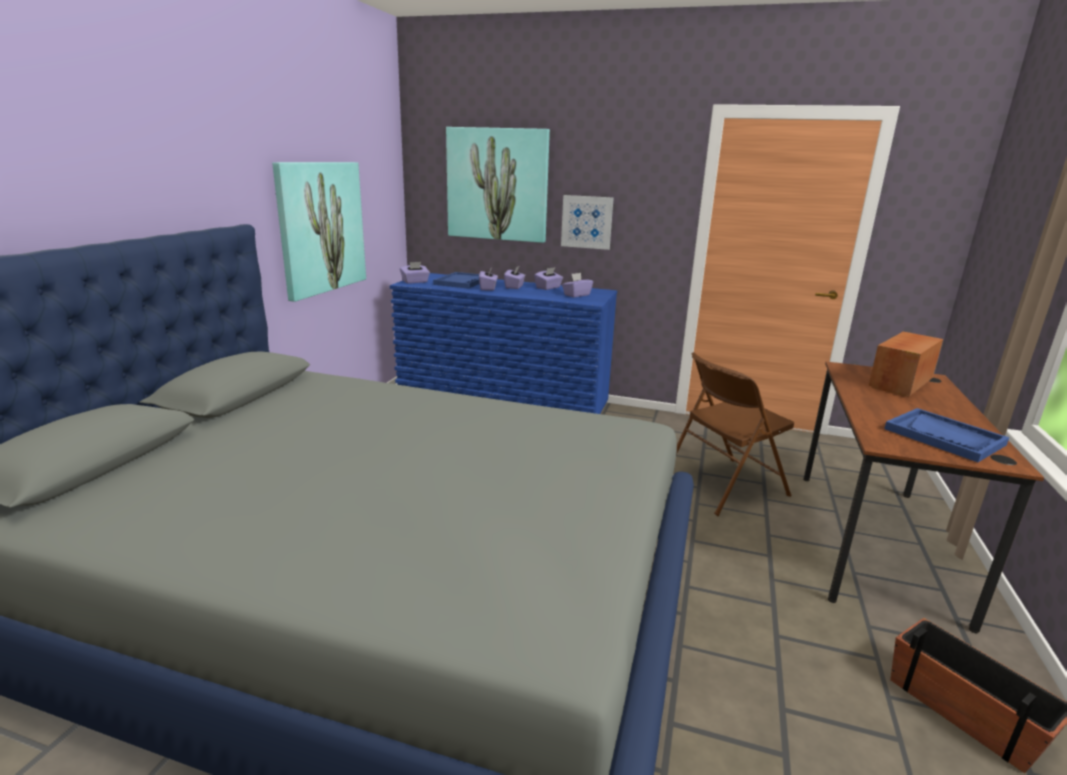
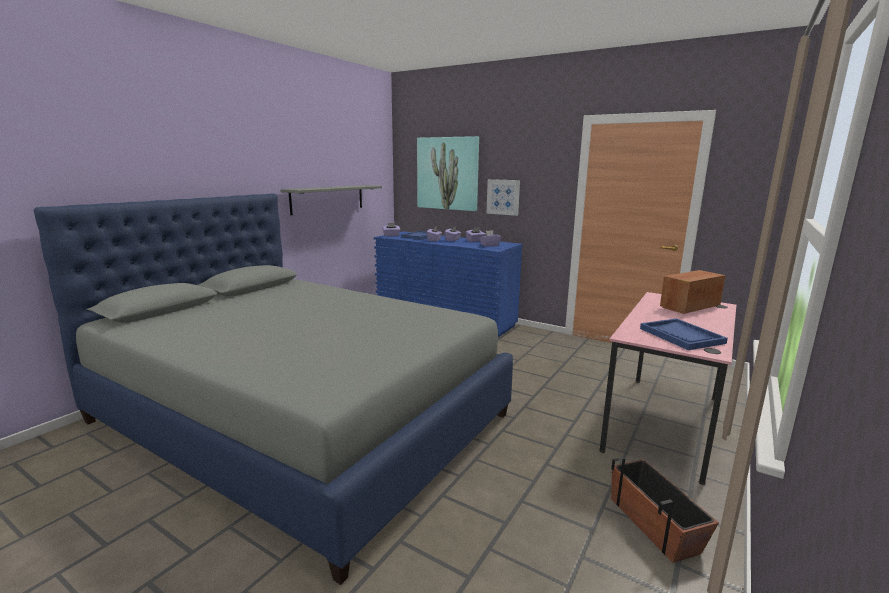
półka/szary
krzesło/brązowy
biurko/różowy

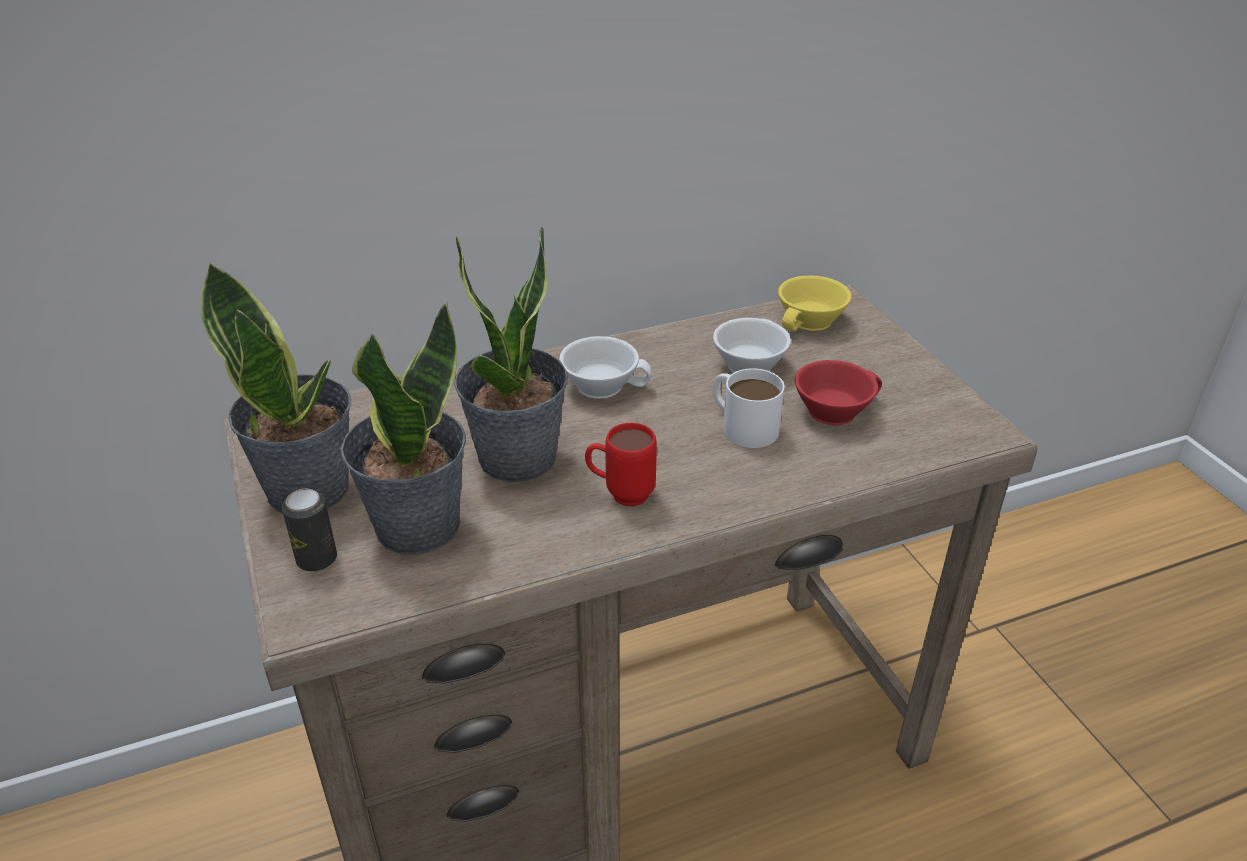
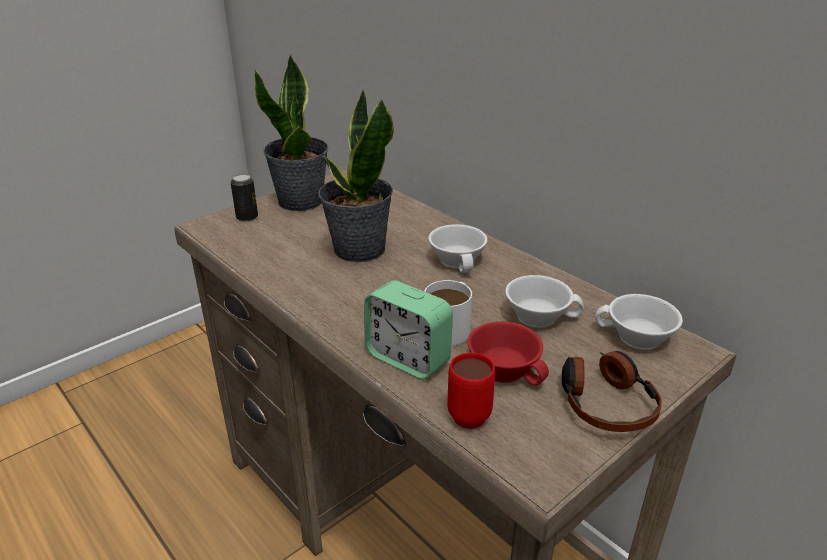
filiżanka/biały (3rd from left)
roślina doniczkowa (2nd from left in the first image)
kubek/czerwony
budzik
słuchawki

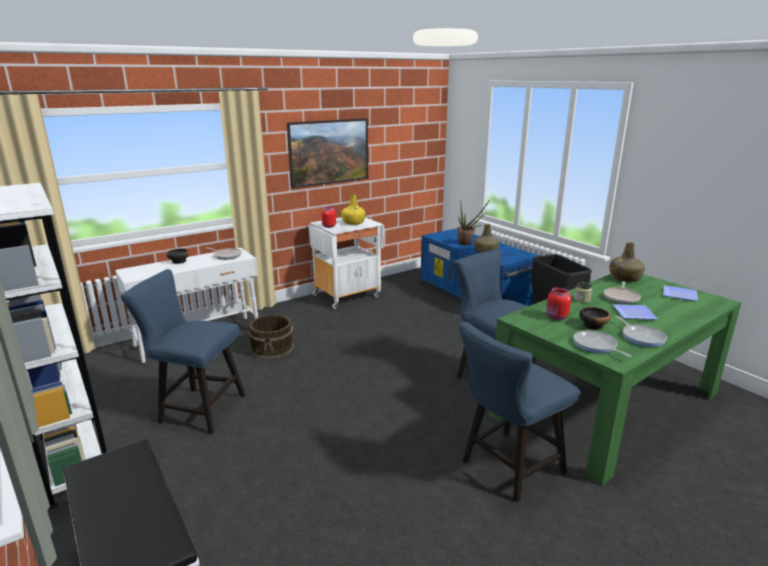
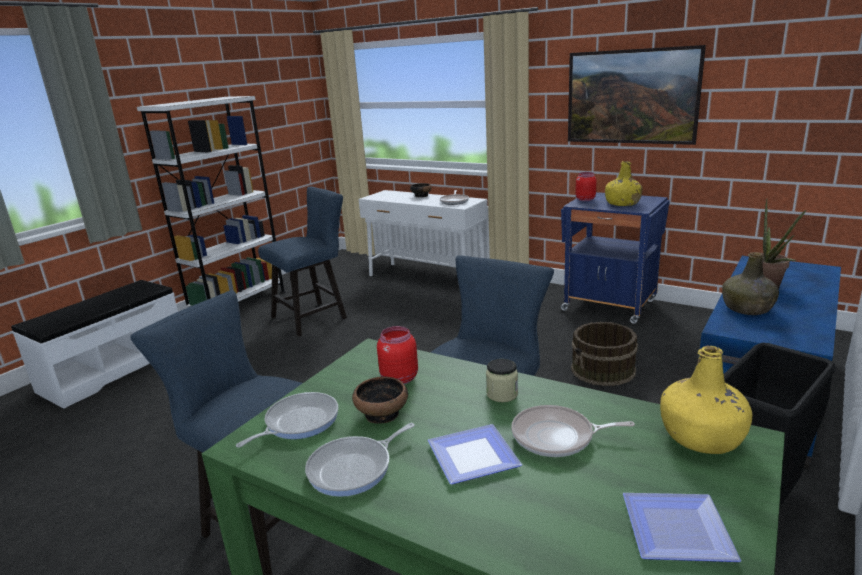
wózek/niebieski
butelka/żółty (2nd from left)
krzesło/niebieski (2nd from left)
wiadro/brązowy

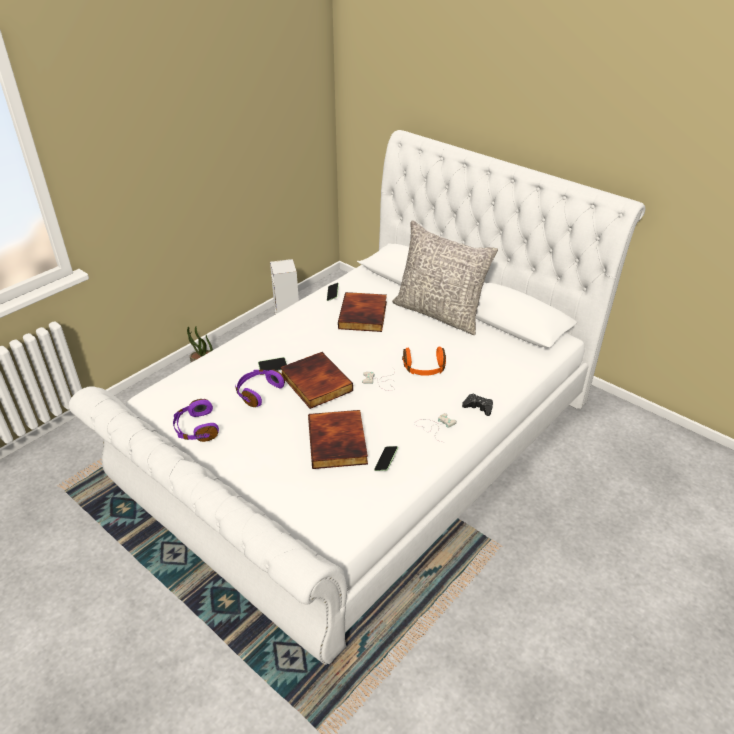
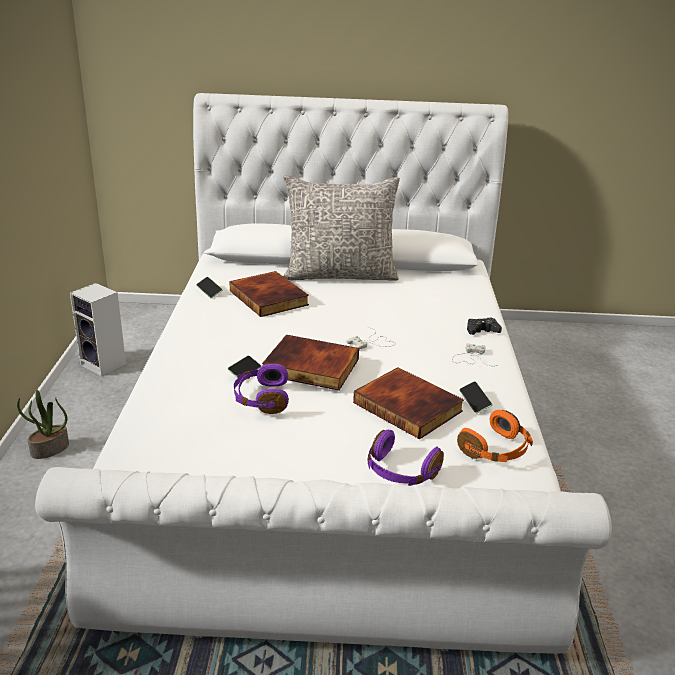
słuchawki/pomarańczowy
słuchawki/fioletowy (2nd from left)

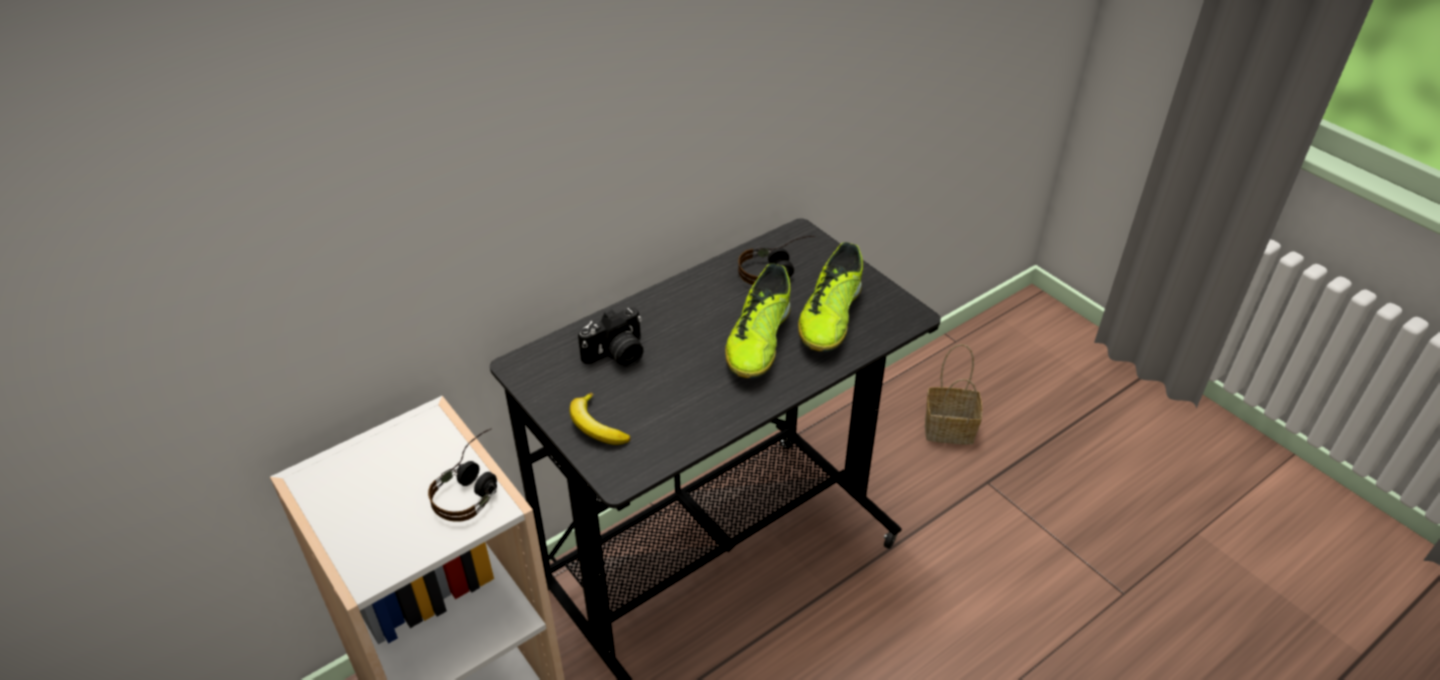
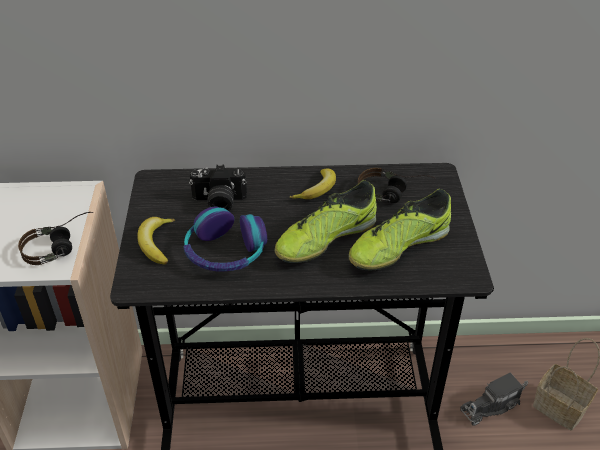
banan (2nd from left)
słuchawki (2nd from left)
ciężarówka zabawkowa

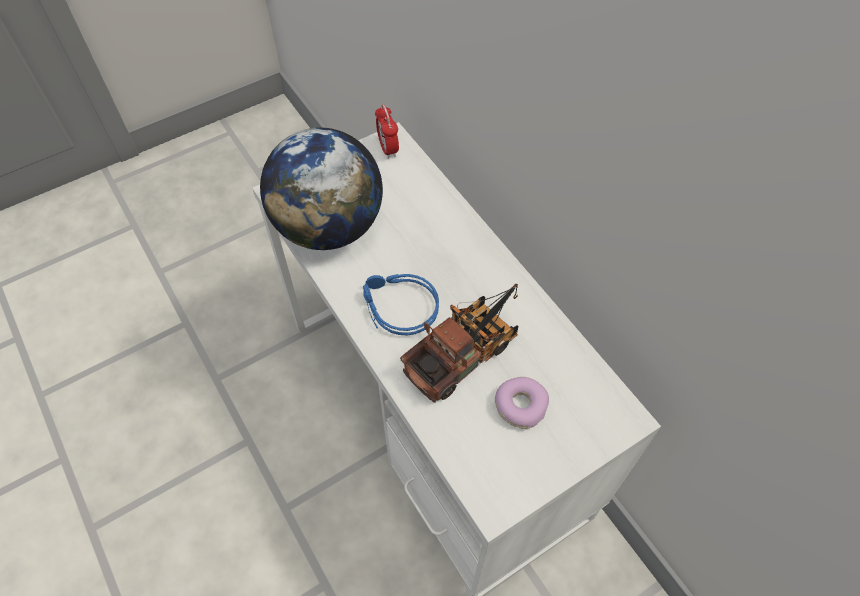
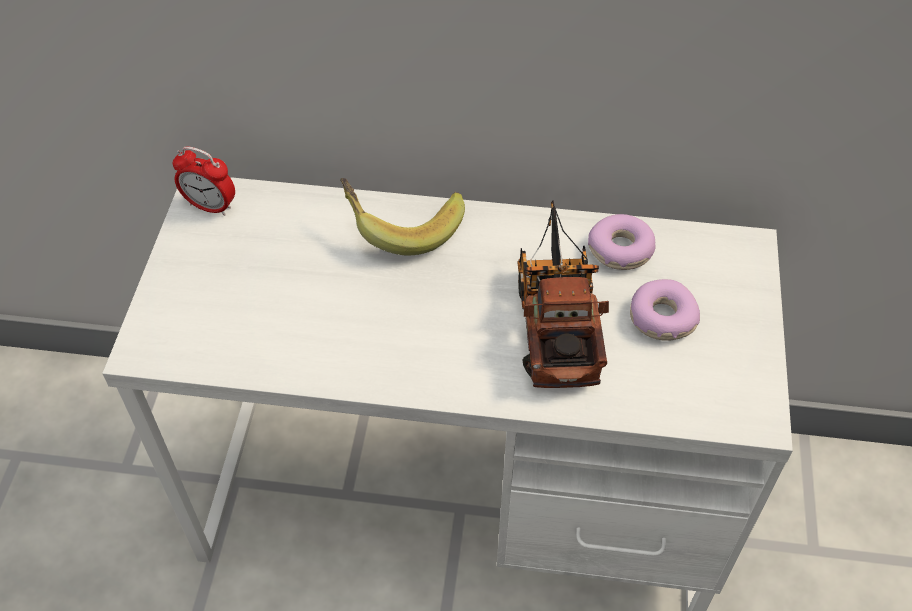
globus
słuchawki/niebieski
banan
donut (1st from left)

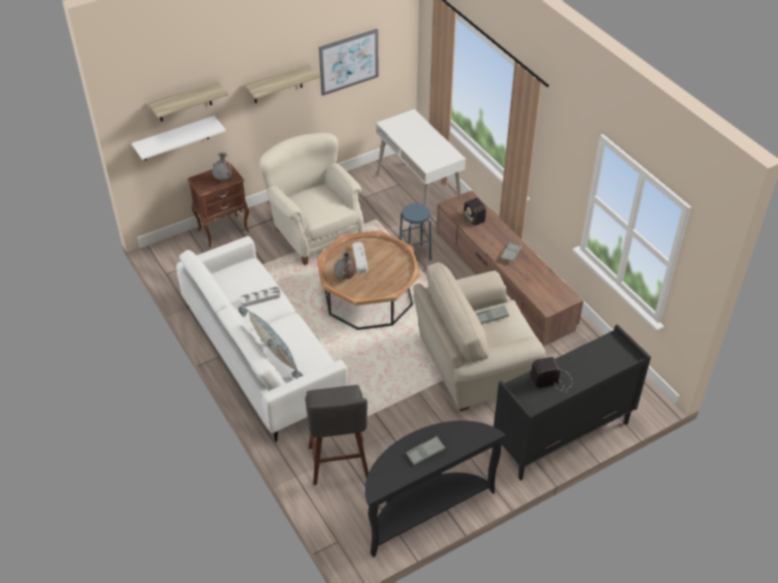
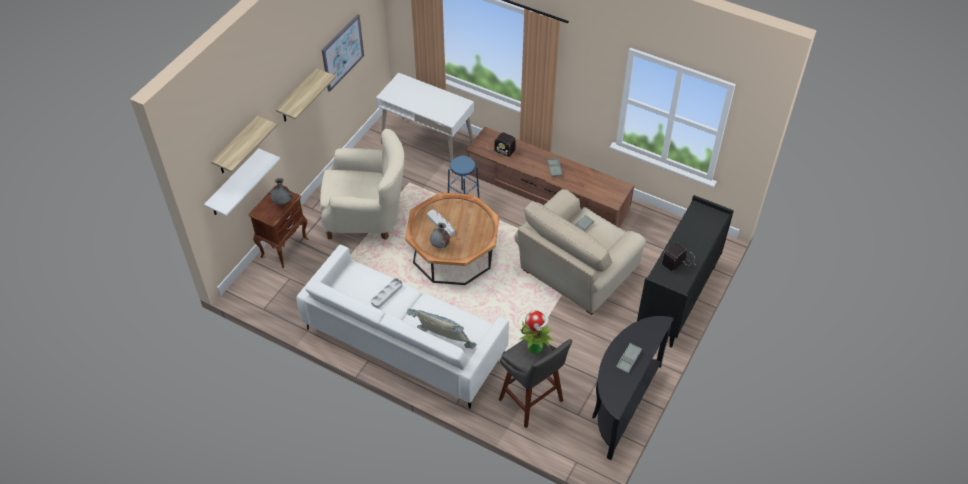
fotel/beżowy (1st from left)
roślina doniczkowa

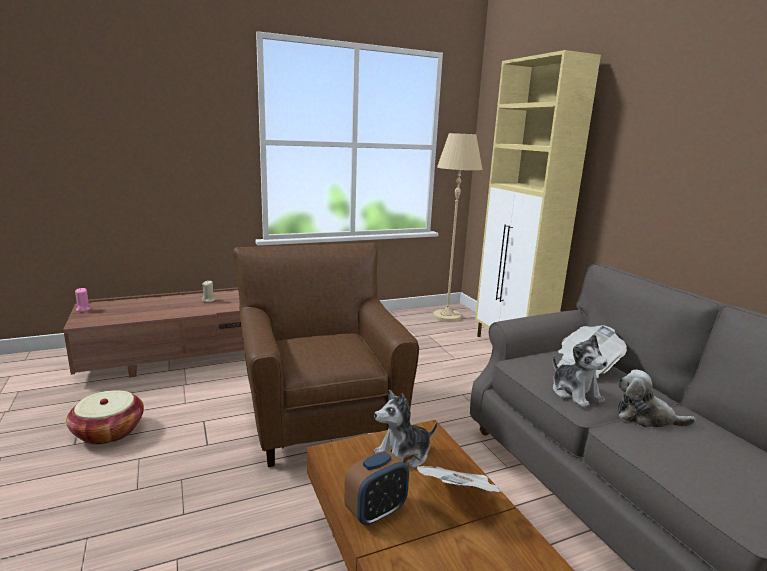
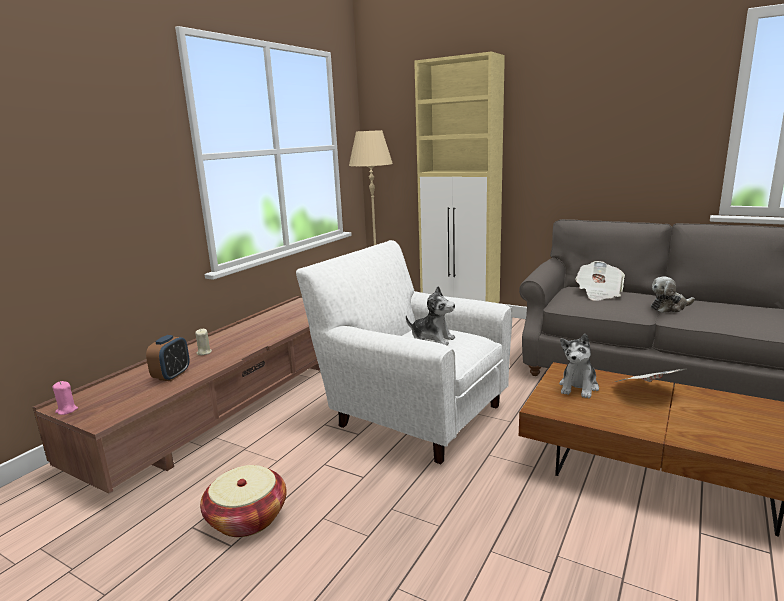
fotel/biały
pluszak (1st from left)
budzik

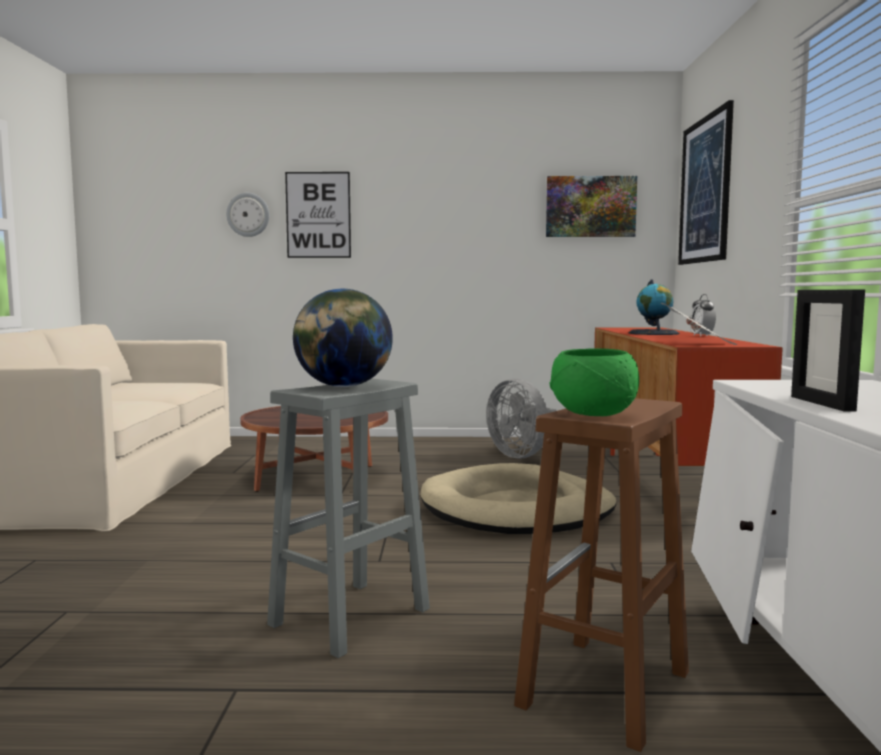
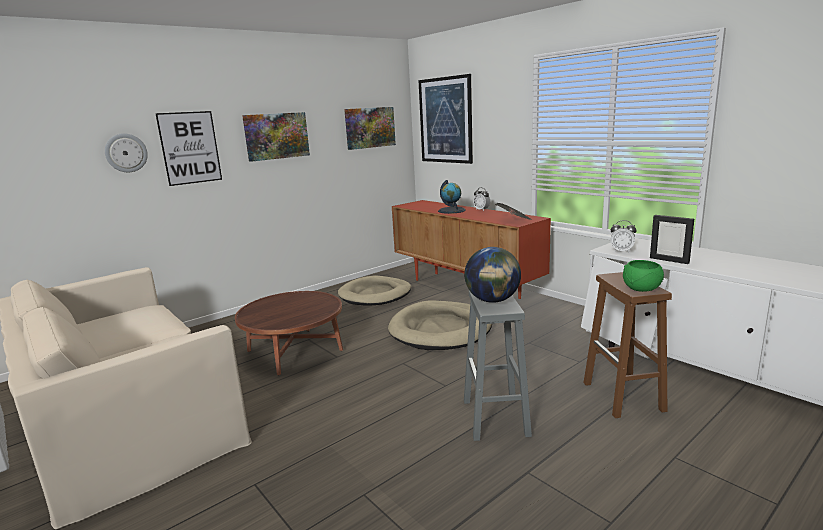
legowisko/beżowy (1st from left)
obraz (2nd from left)
budzik (2nd from left)

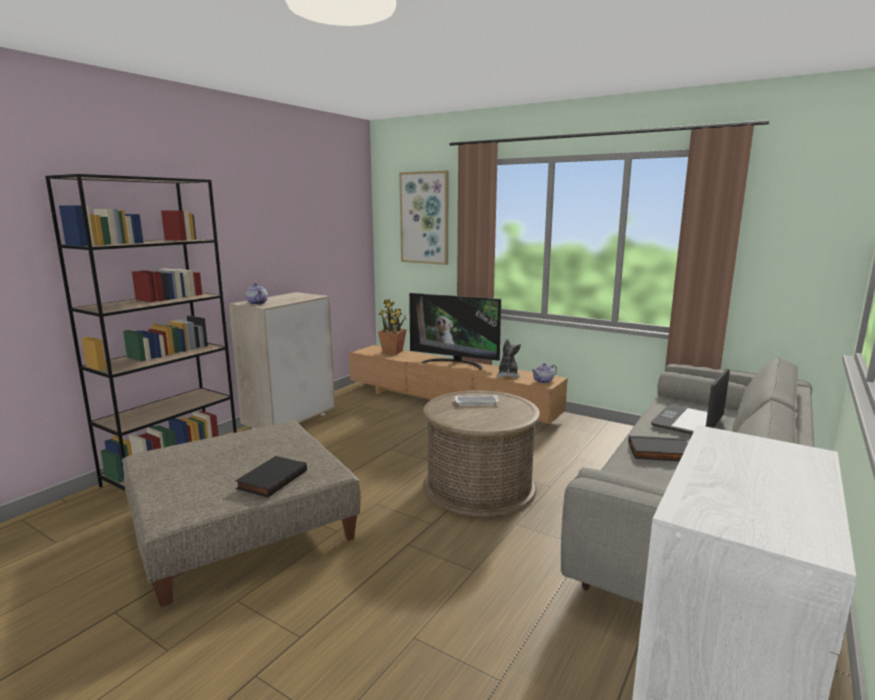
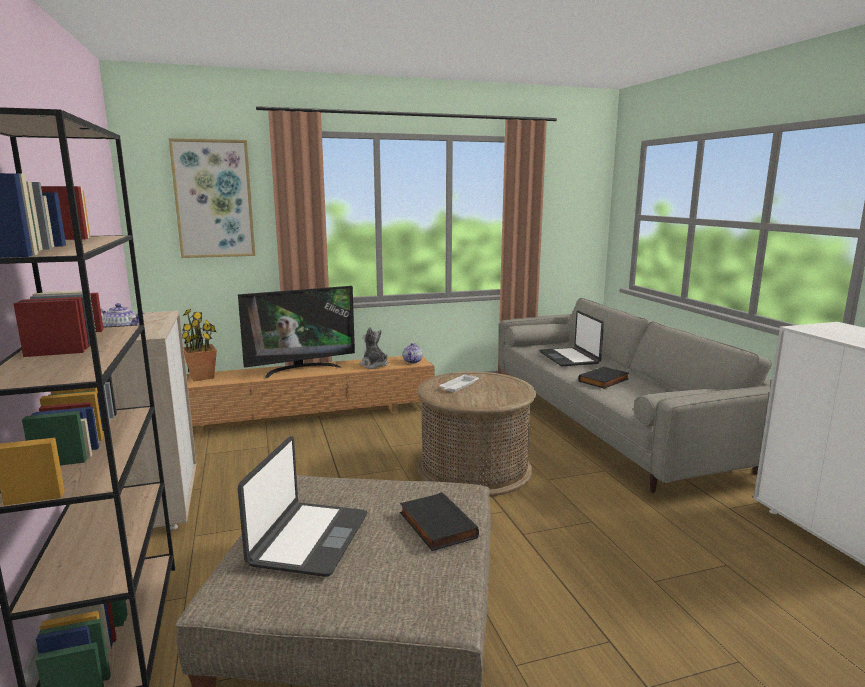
laptop (1st from left)

